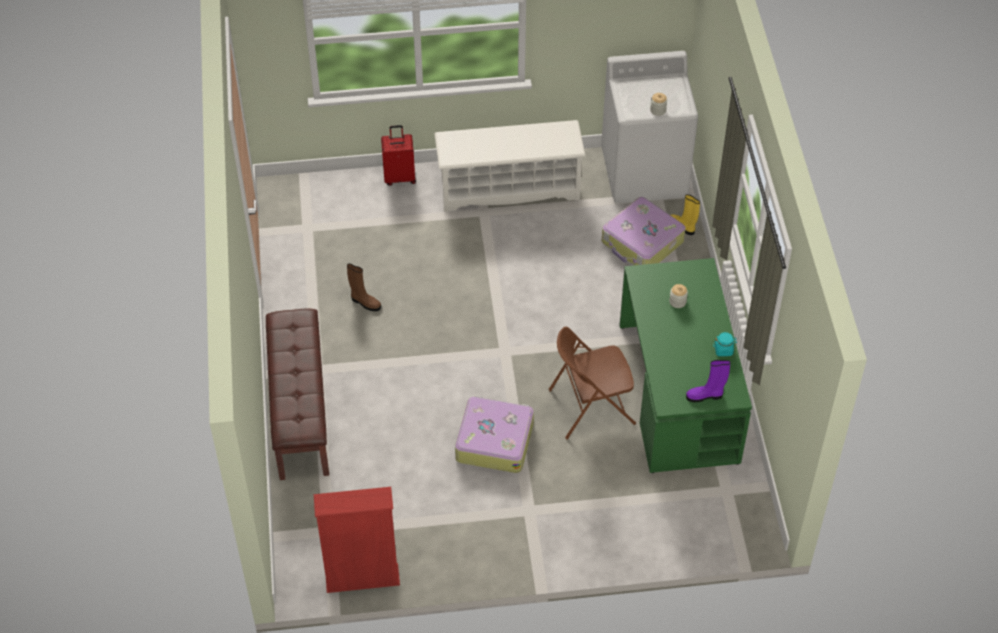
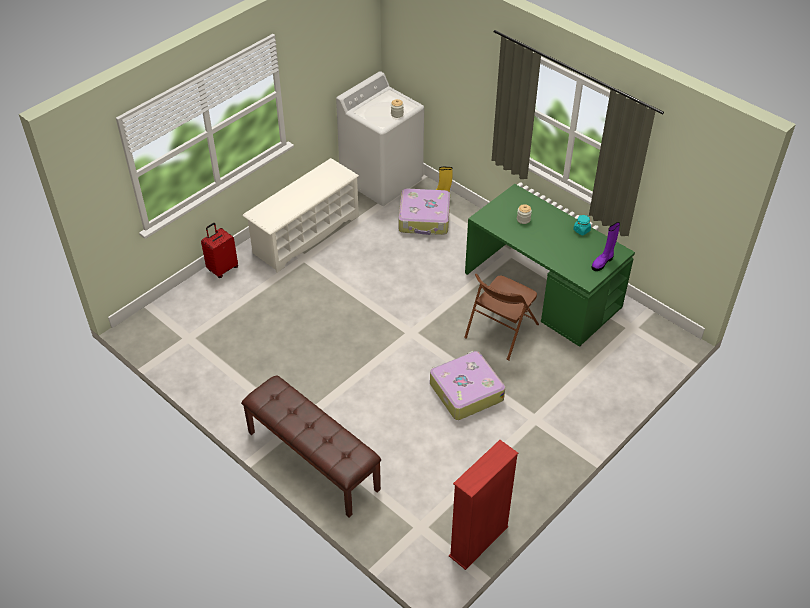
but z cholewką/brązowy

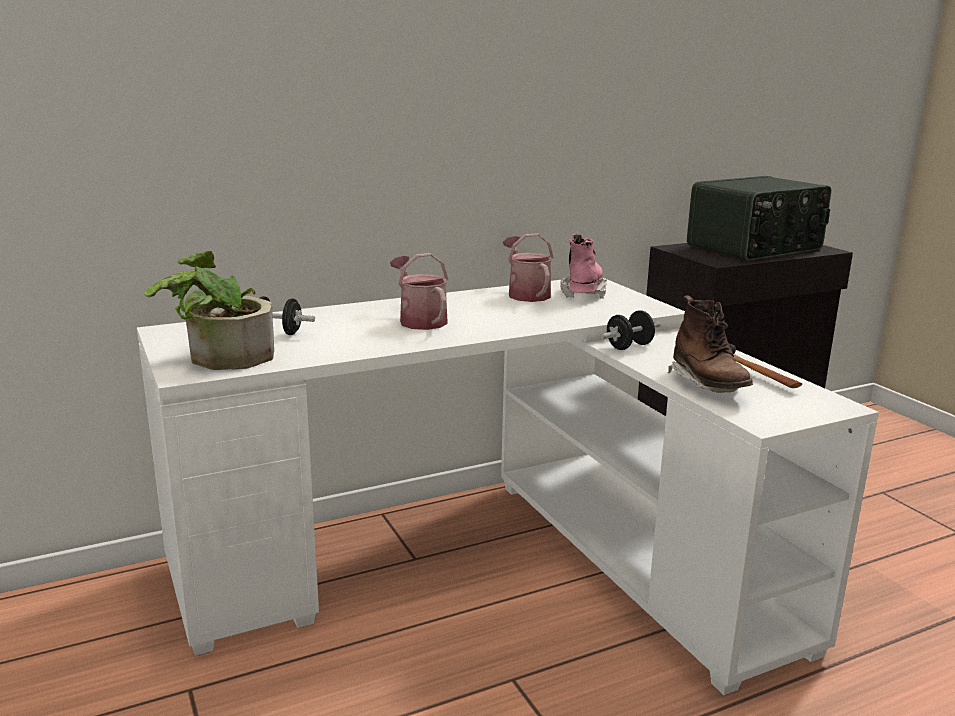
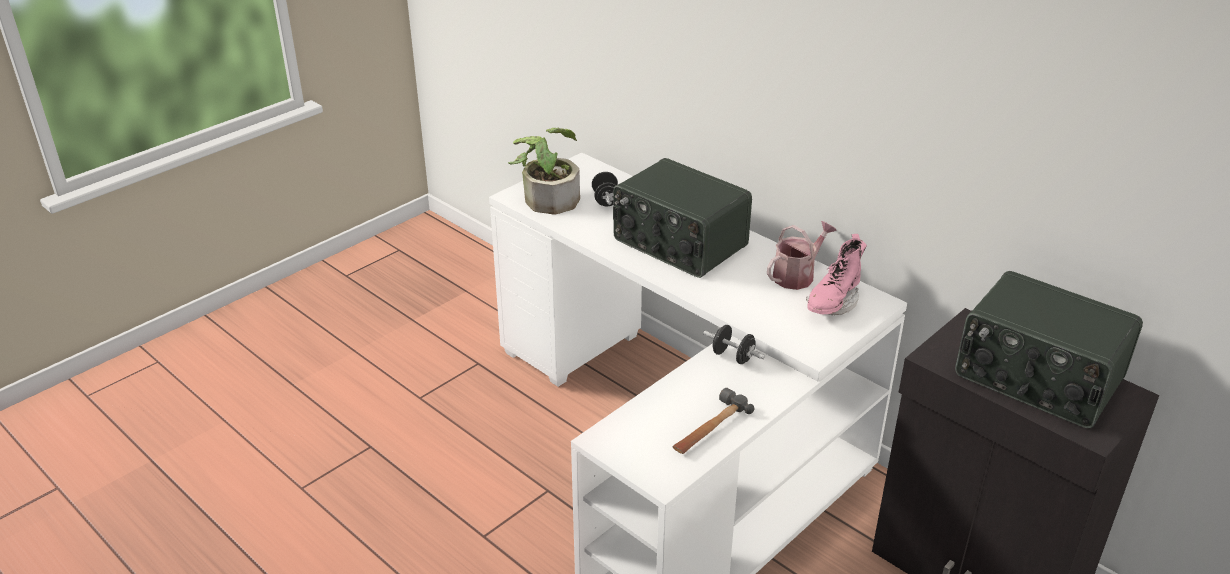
but z cholewką/różowy
radio (1st from left)
but z cholewką/brązowy

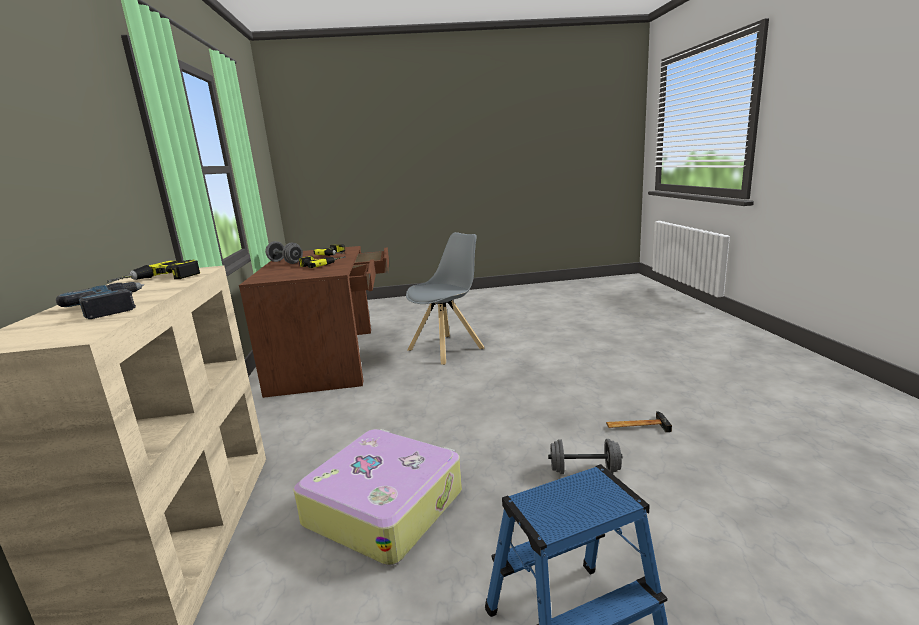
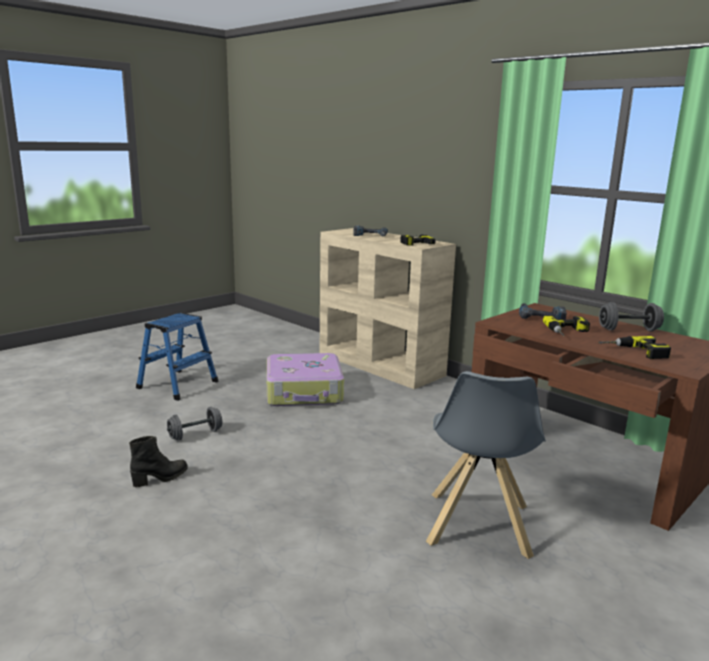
but z cholewką/czarny
wiertarka (3rd from left)

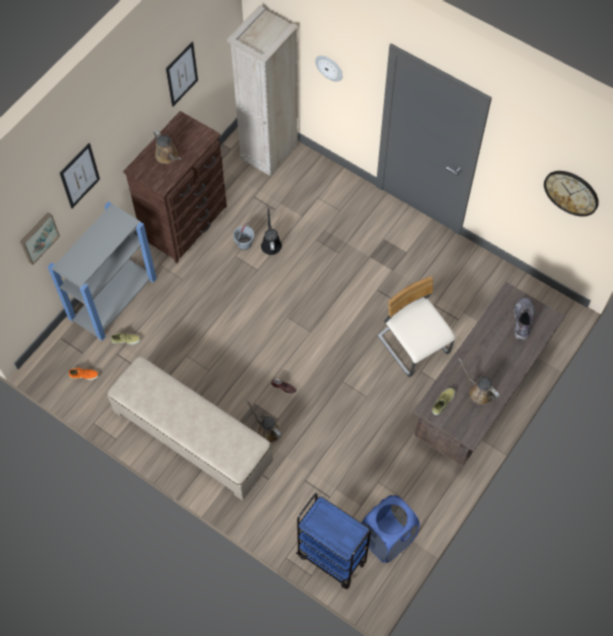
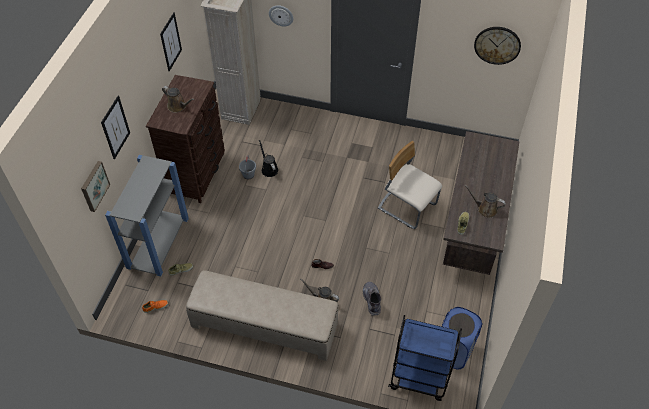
but z cholewką/szary

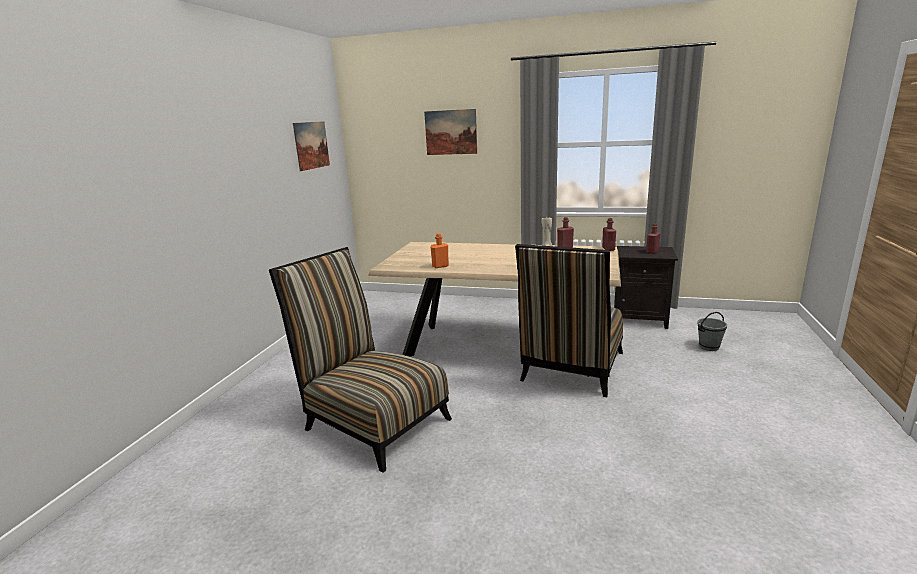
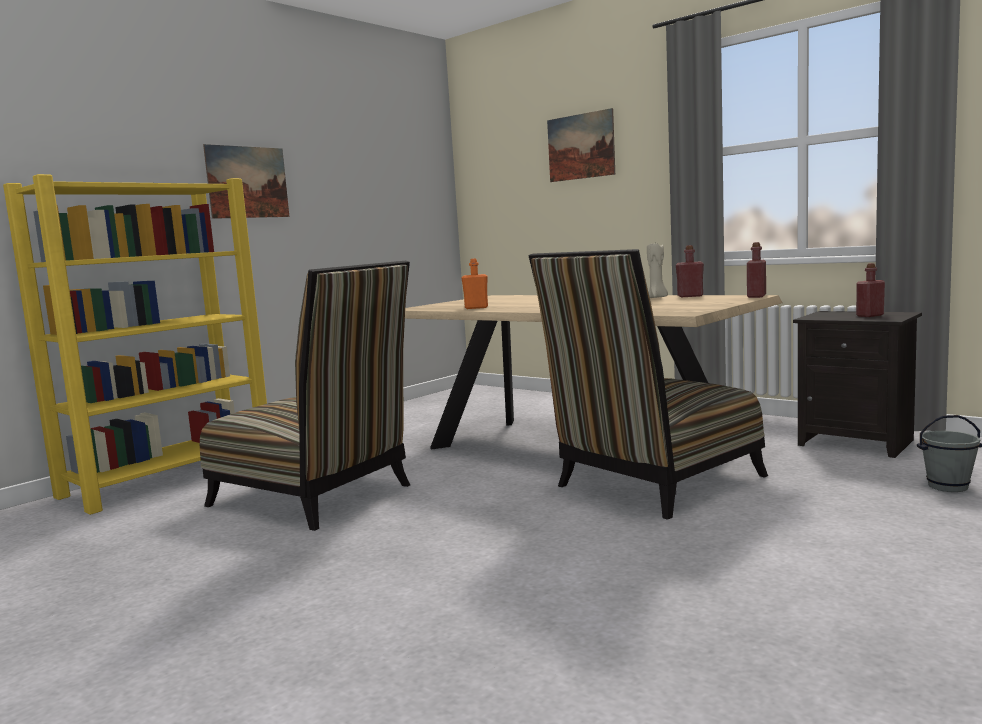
obraz (1st from left)
krzesło (1st from left)
regał/żółty

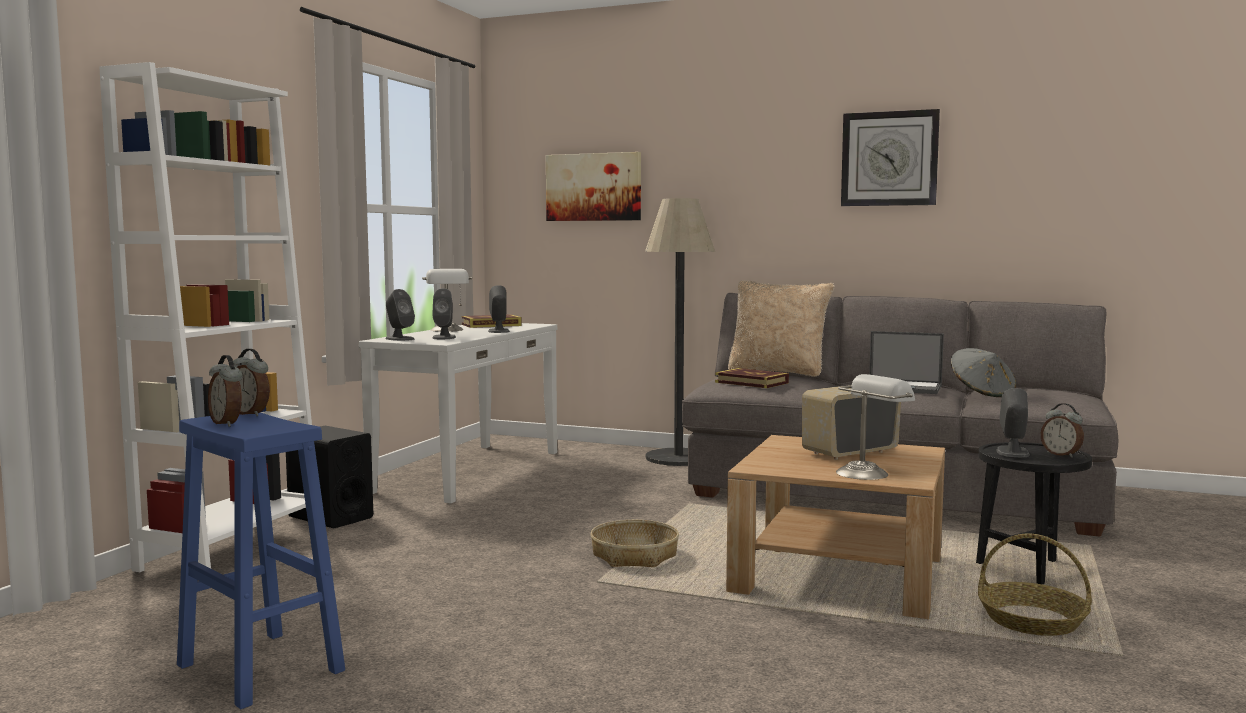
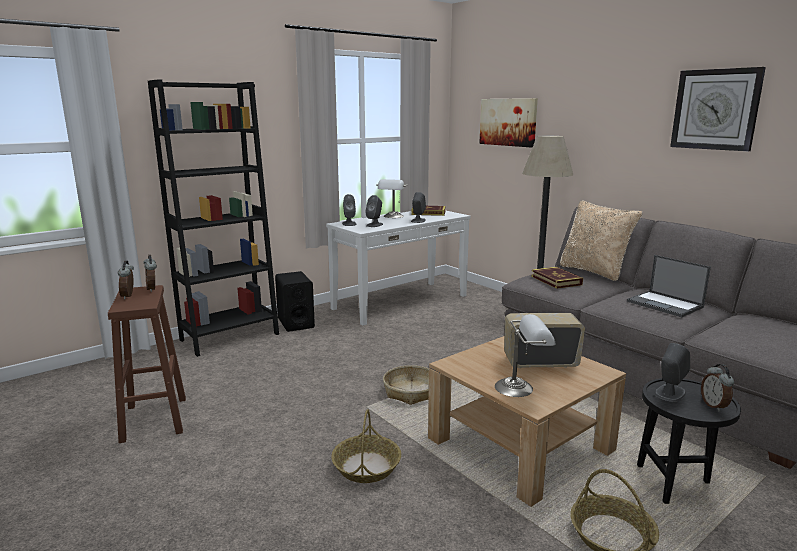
regał/czarny
kapelusz/szary
stołek/brązowy
koszyk (1st from left)

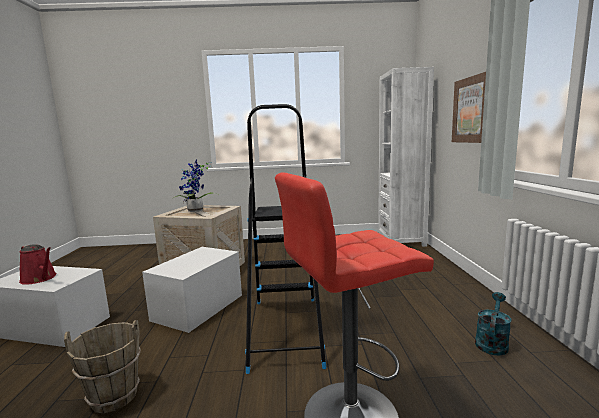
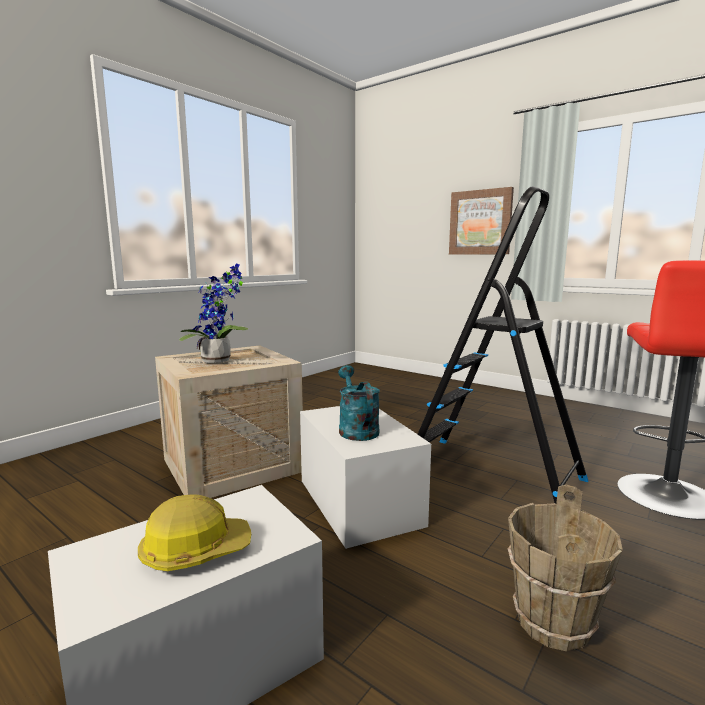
regał/biały
kask
konewka/turkusowy

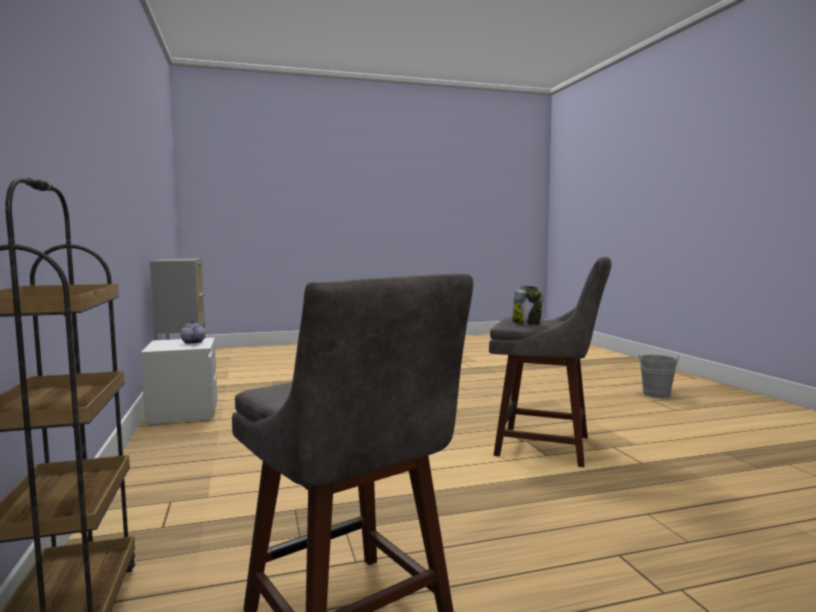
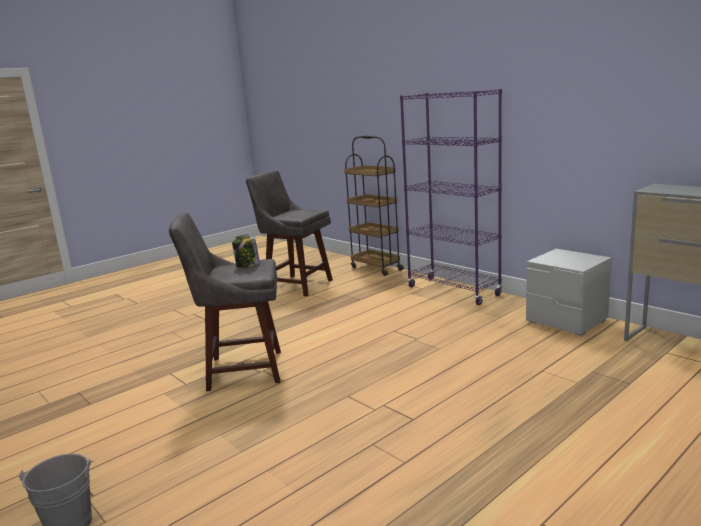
imbryk
regał/fioletowy

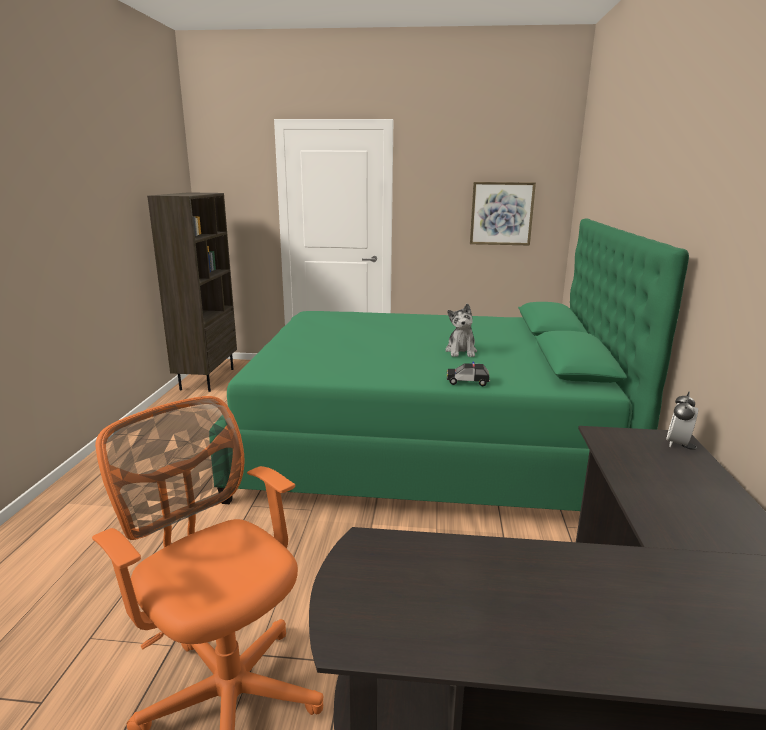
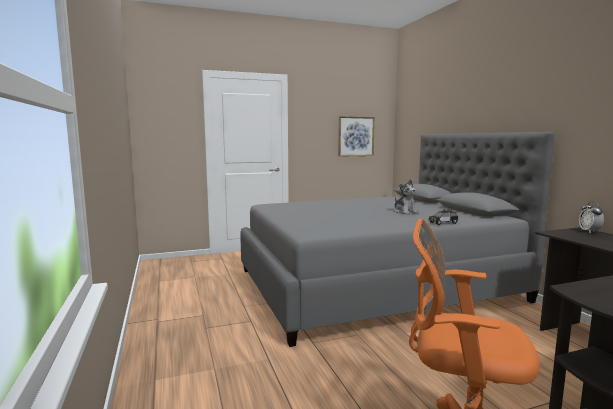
regał/brązowy
łóżko/szary

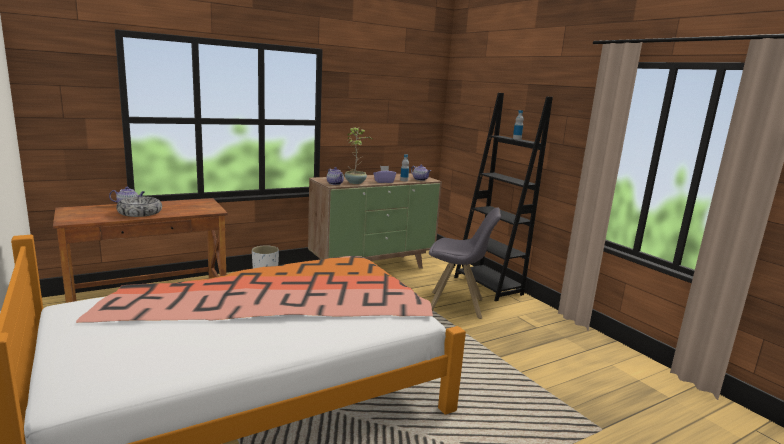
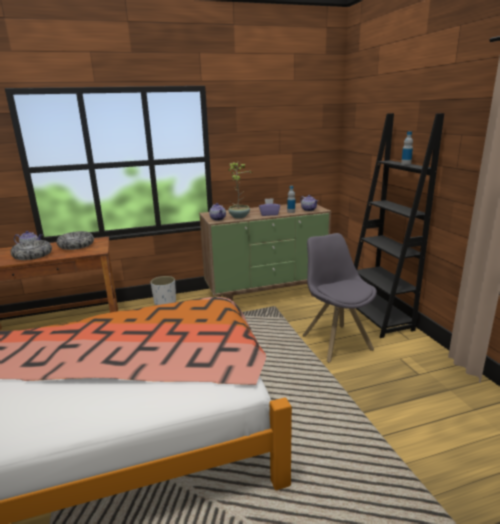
krzesło/szary
miska (2nd from left)

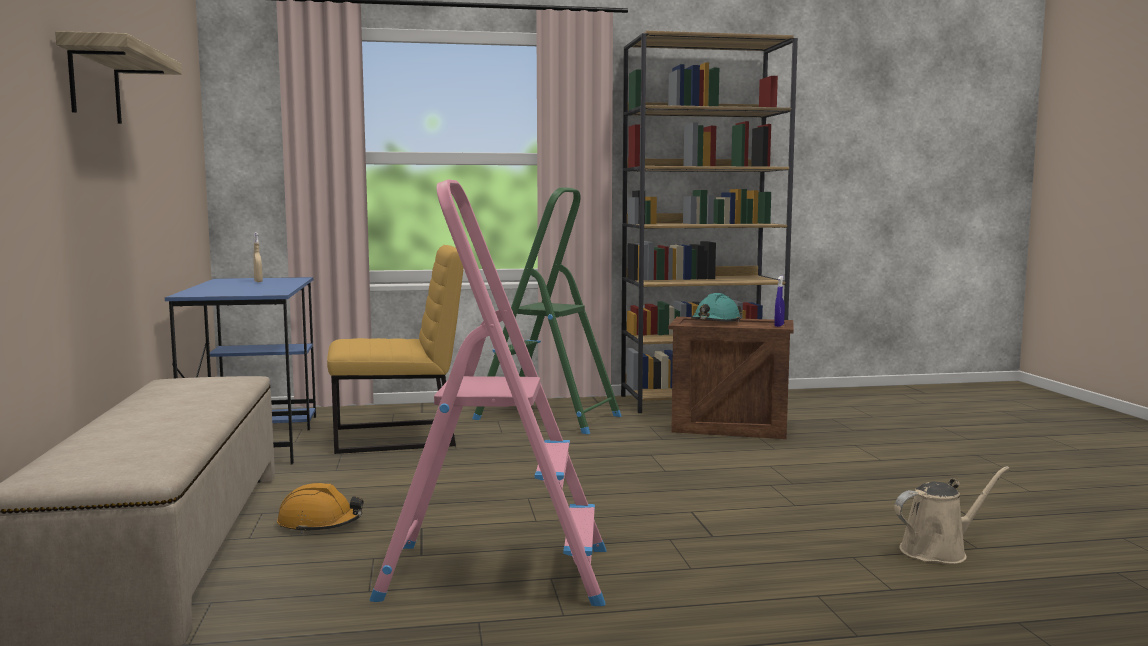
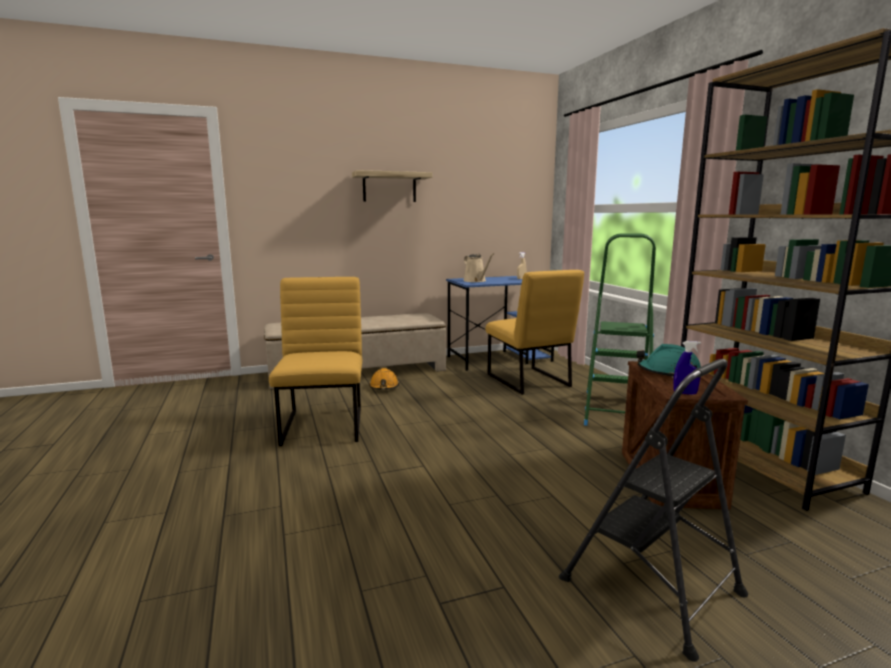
krzesło/żółty (1st from left)
konewka/beżowy
drabinka/czarny

